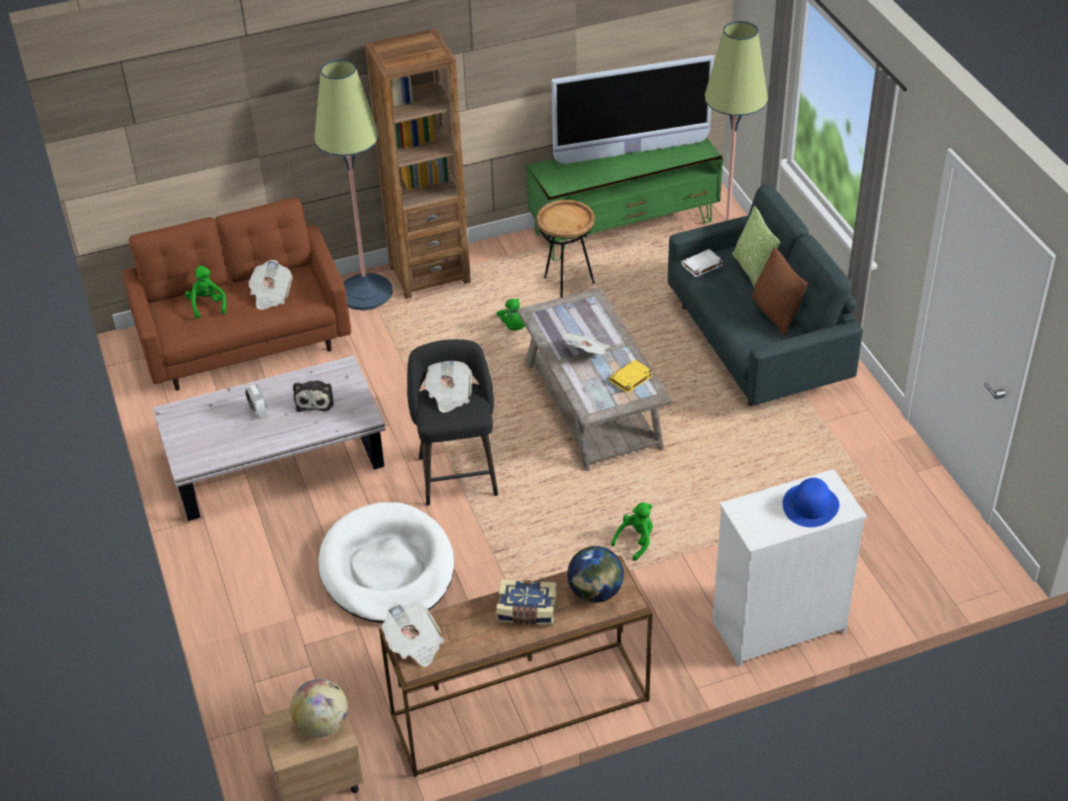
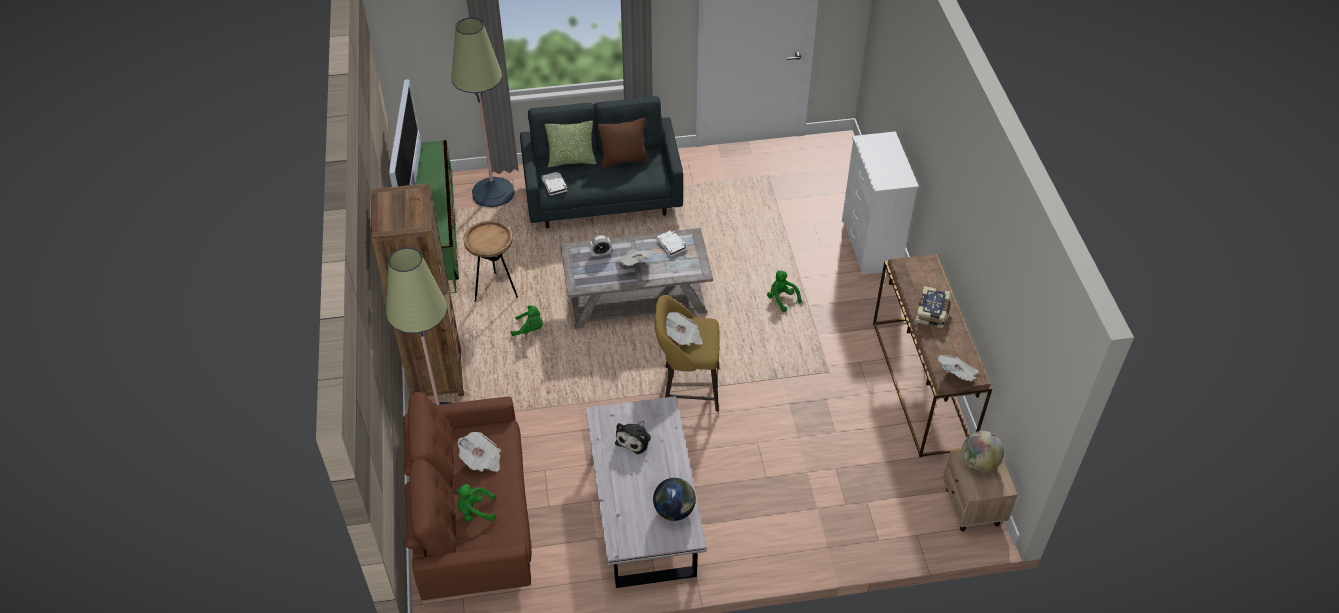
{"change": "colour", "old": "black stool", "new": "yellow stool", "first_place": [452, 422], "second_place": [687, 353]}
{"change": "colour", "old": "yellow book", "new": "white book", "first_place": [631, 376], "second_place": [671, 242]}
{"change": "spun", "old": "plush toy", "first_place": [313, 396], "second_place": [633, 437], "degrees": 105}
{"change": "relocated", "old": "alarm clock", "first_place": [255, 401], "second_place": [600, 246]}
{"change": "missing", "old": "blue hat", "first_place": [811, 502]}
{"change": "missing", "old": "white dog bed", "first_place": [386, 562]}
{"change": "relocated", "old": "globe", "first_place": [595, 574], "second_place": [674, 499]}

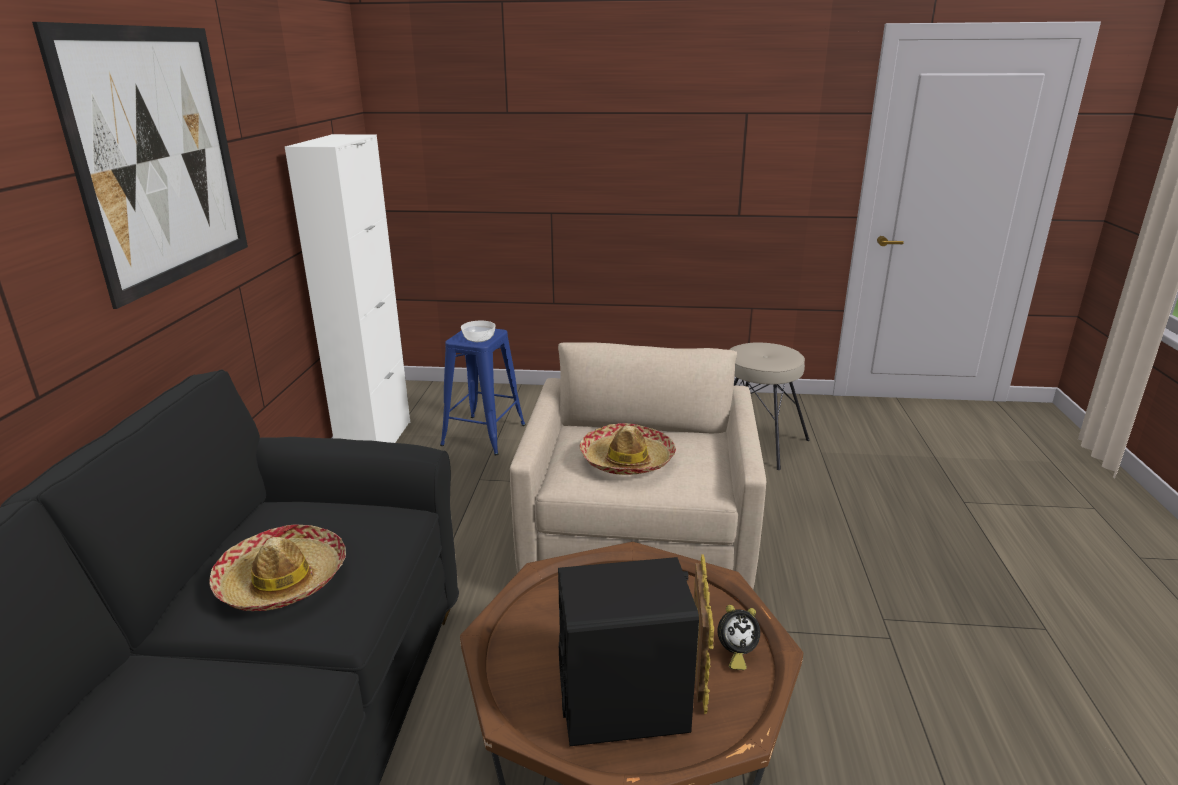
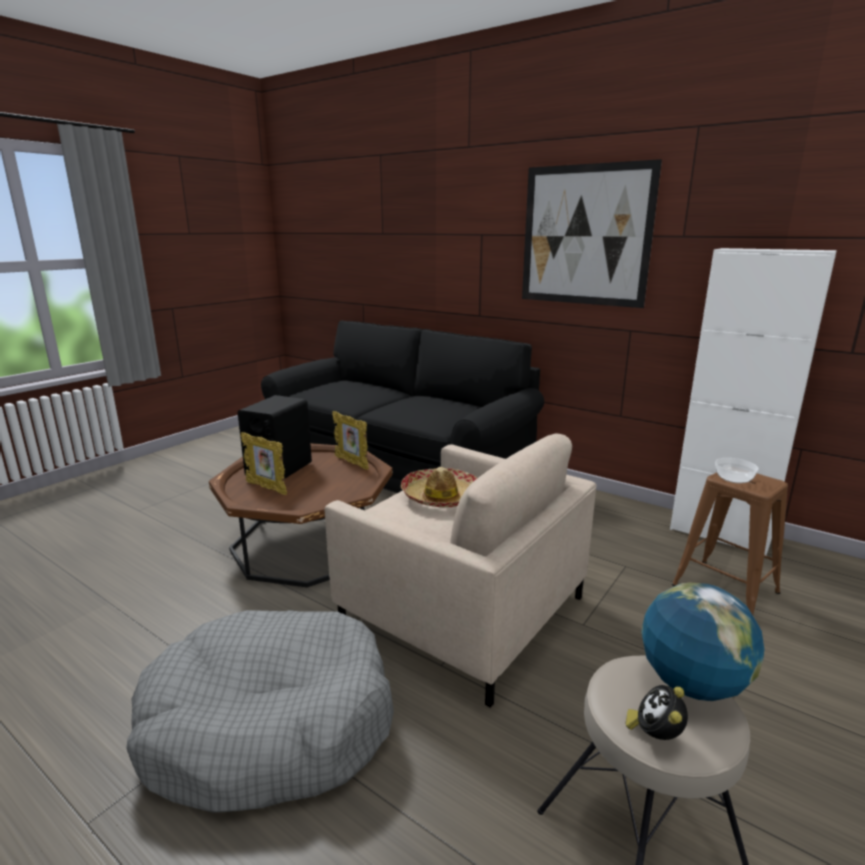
{"change": "colour", "old": "blue stool", "new": "brown stool", "first_place": [483, 392], "second_place": [730, 543]}
{"change": "missing", "old": "hat", "first_place": [277, 567]}
{"change": "relocated", "old": "alarm clock", "first_place": [739, 637], "second_place": [657, 712]}
{"change": "appeared", "new": "picture frame", "second_place": [350, 440]}
{"change": "appeared", "new": "globe", "second_place": [702, 642]}
{"change": "appeared", "new": "grey dog bed", "second_place": [260, 711]}

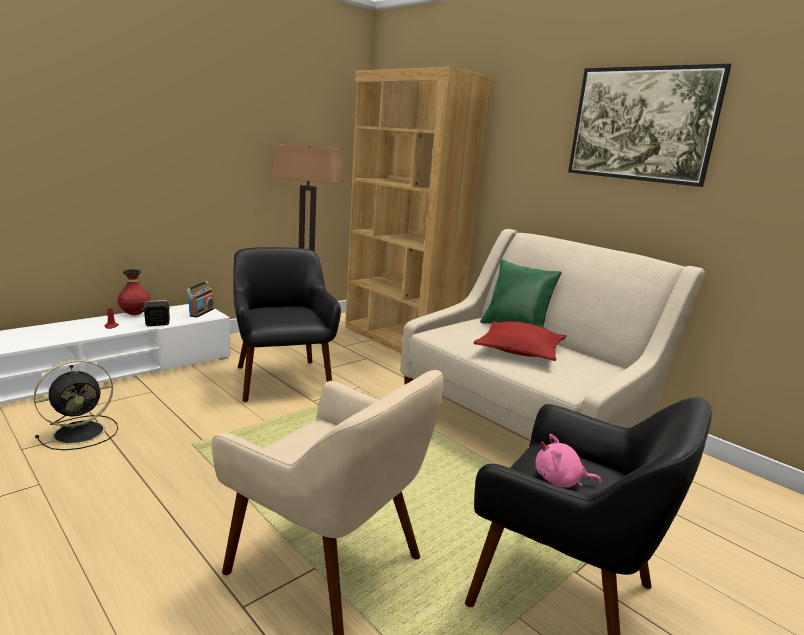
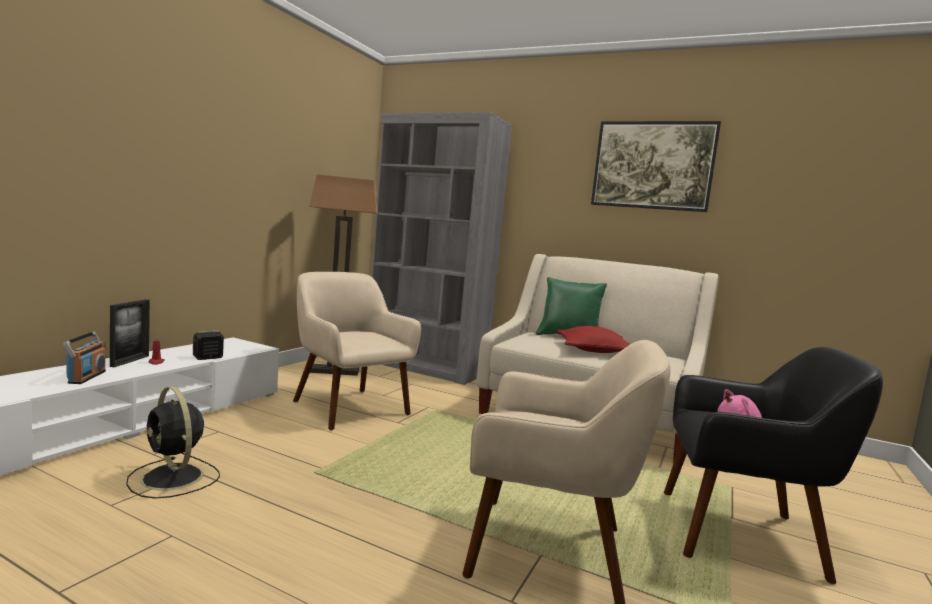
{"change": "colour", "old": "brown bookcase", "new": "grey bookcase", "first_place": [418, 210], "second_place": [441, 248]}
{"change": "colour", "old": "black armchair", "new": "beige armchair", "first_place": [287, 324], "second_place": [357, 351]}
{"change": "missing", "old": "red vase", "first_place": [133, 292]}
{"change": "relocated", "old": "radio", "first_place": [200, 299], "second_place": [84, 358]}
{"change": "spun", "old": "black fan", "first_place": [76, 405], "second_place": [173, 442], "degrees": 105}
{"change": "appeared", "new": "picture frame", "second_place": [130, 333]}

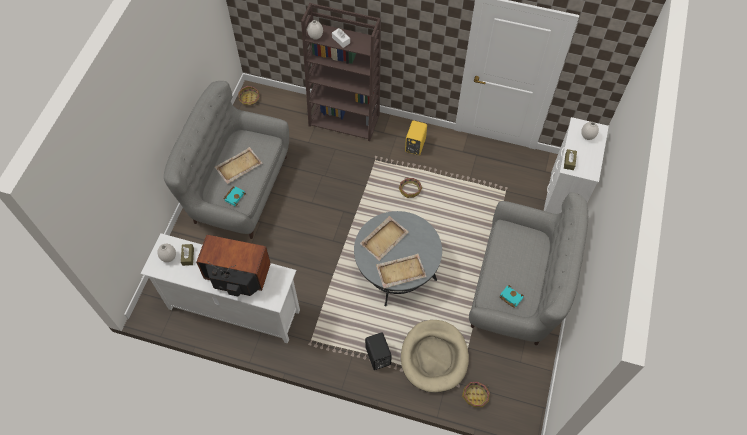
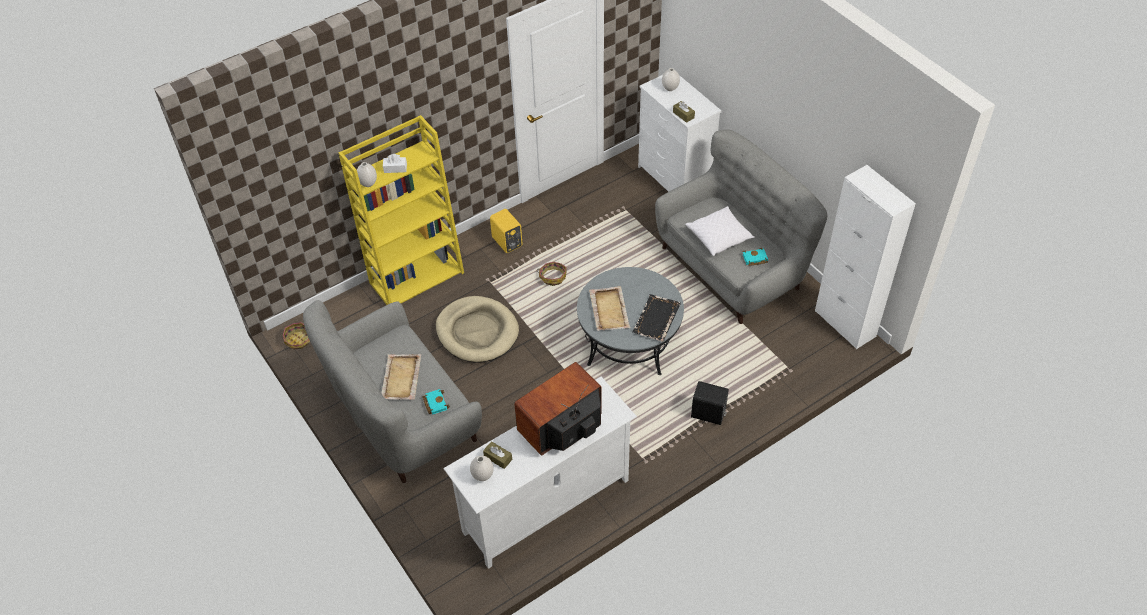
{"change": "colour", "old": "brown bookcase", "new": "yellow bookcase", "first_place": [341, 72], "second_place": [401, 210]}
{"change": "colour", "old": "beige tray", "new": "black tray", "first_place": [401, 270], "second_place": [656, 318]}
{"change": "relocated", "old": "beige dog bed", "first_place": [435, 356], "second_place": [477, 329]}
{"change": "missing", "old": "basket", "first_place": [476, 394]}
{"change": "appeared", "new": "white cabinet", "second_place": [865, 257]}
{"change": "appeared", "new": "white pillow", "second_place": [719, 231]}

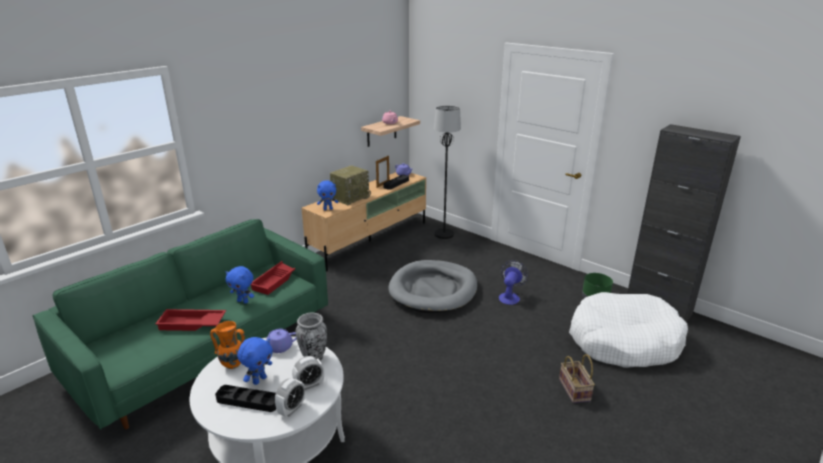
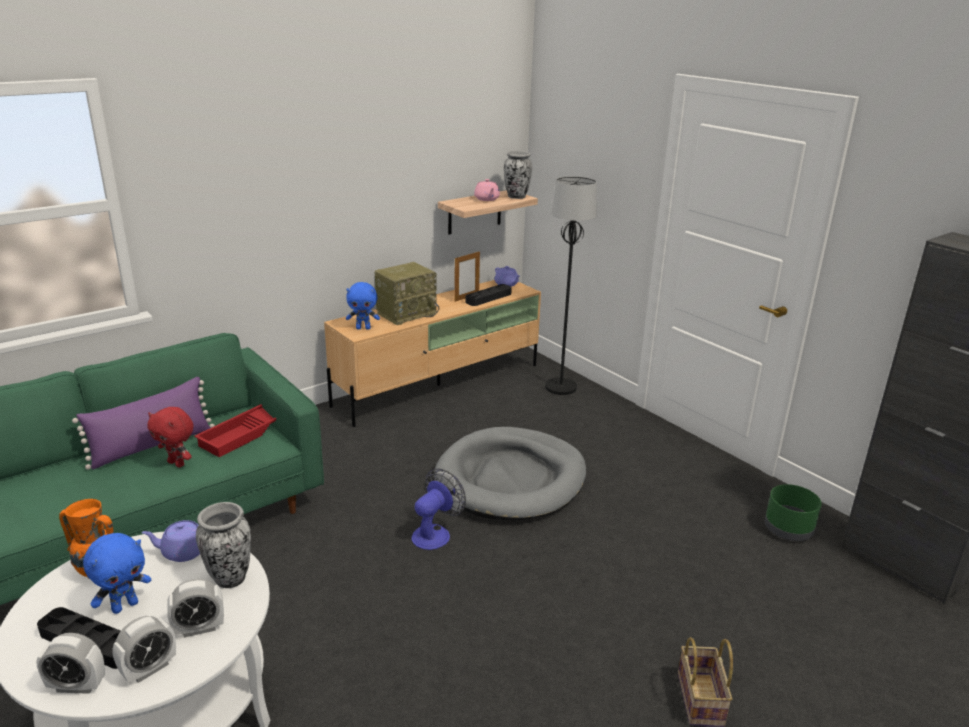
{"change": "relocated", "old": "fan", "first_place": [514, 282], "second_place": [438, 509]}
{"change": "colour", "old": "blue plush toy", "new": "red plush toy", "first_place": [239, 285], "second_place": [170, 437]}
{"change": "missing", "old": "white dog bed", "first_place": [628, 330]}
{"change": "missing", "old": "red tray", "first_place": [190, 320]}
{"change": "appeared", "new": "vase", "second_place": [518, 175]}
{"change": "appeared", "new": "purple pillow", "second_place": [143, 423]}
{"change": "appeared", "new": "alarm clock", "second_place": [70, 663]}

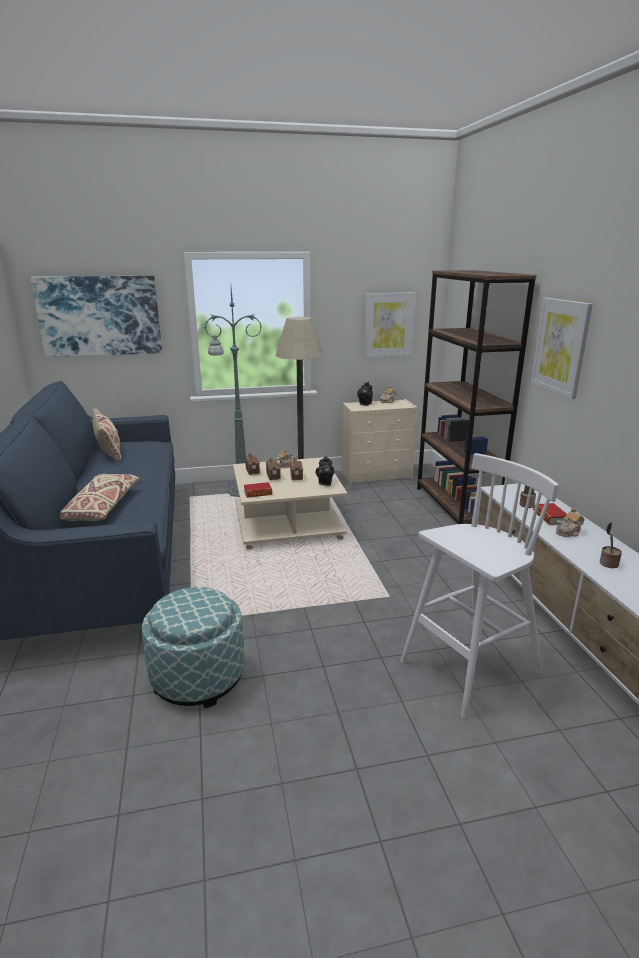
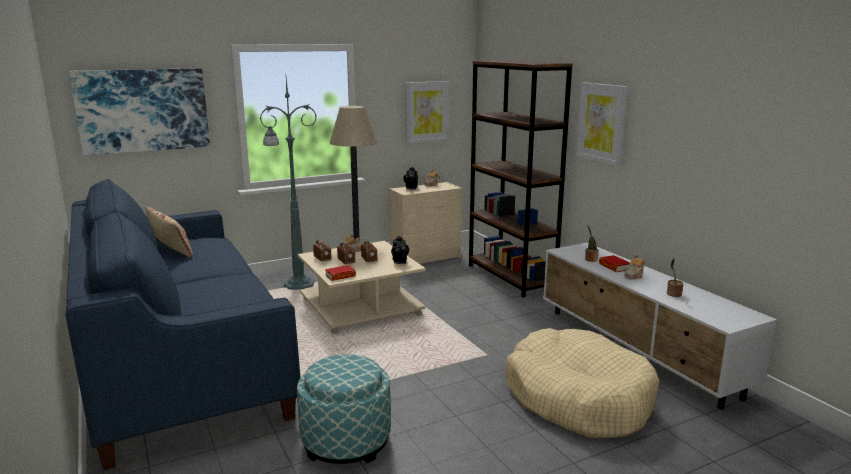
{"change": "exchanged", "old": "white stool", "new": "beige dog bed", "first_place": [479, 585], "second_place": [582, 383]}
{"change": "missing", "old": "beige pillow", "first_place": [100, 497]}

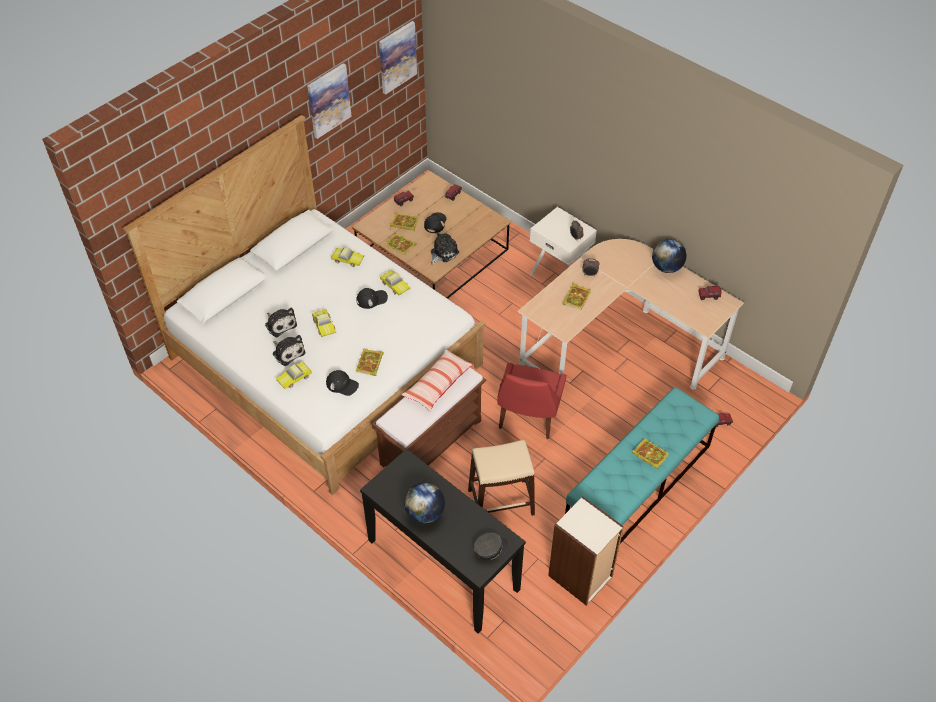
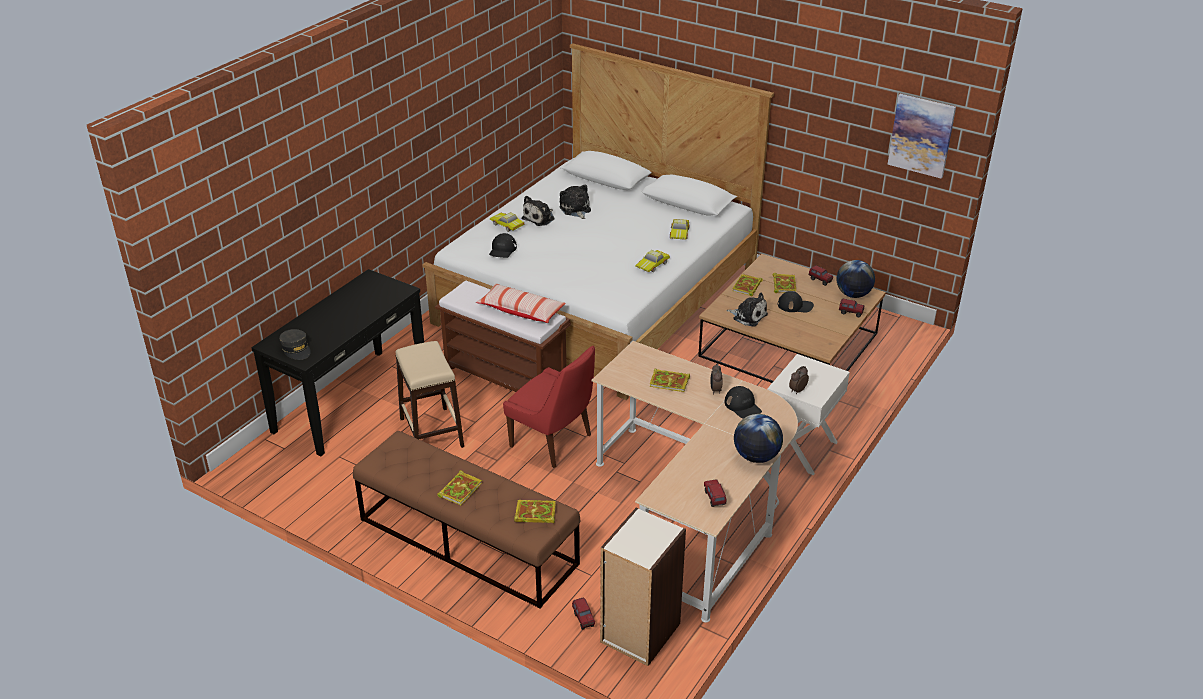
{"change": "missing", "old": "picture", "first_place": [329, 101]}
{"change": "relocated", "old": "black cap", "first_place": [372, 298], "second_place": [743, 402]}
{"change": "spun", "old": "plush toy", "first_place": [281, 323], "second_place": [575, 201], "degrees": 120}
{"change": "missing", "old": "toy car", "first_place": [324, 323]}
{"change": "relocated", "old": "book", "first_place": [370, 362], "second_place": [535, 511]}
{"change": "spun", "old": "red chair", "first_place": [532, 401], "second_place": [549, 407], "degrees": -150}
{"change": "colour", "old": "turquoise bench", "new": "brown bench", "first_place": [642, 465], "second_place": [466, 520]}
{"change": "relocated", "old": "globe", "first_place": [424, 502], "second_place": [855, 279]}
{"change": "relocated", "old": "bookcase", "first_place": [586, 551], "second_place": [643, 586]}

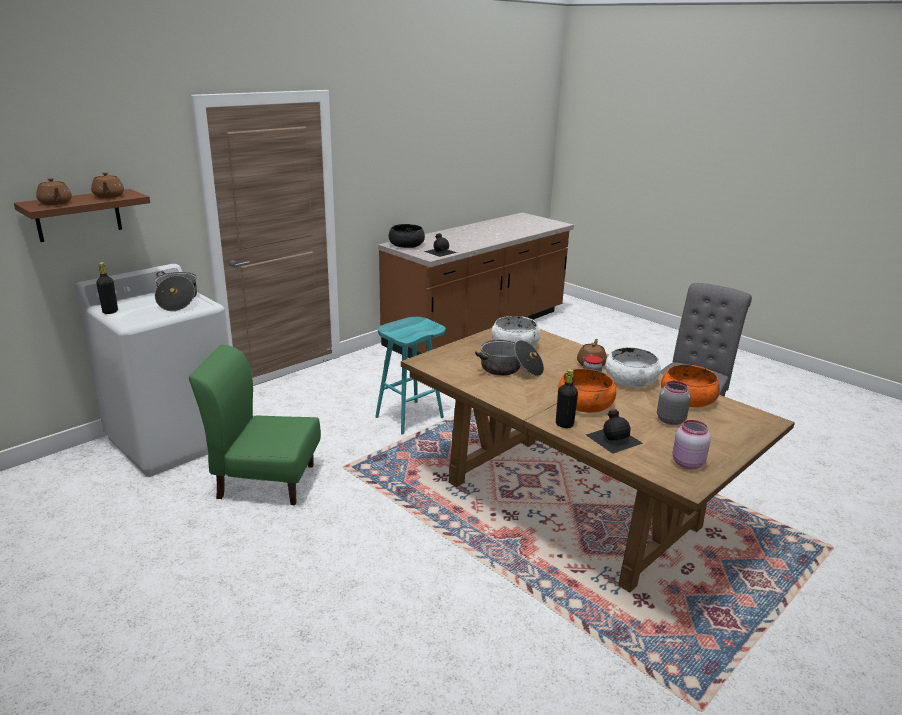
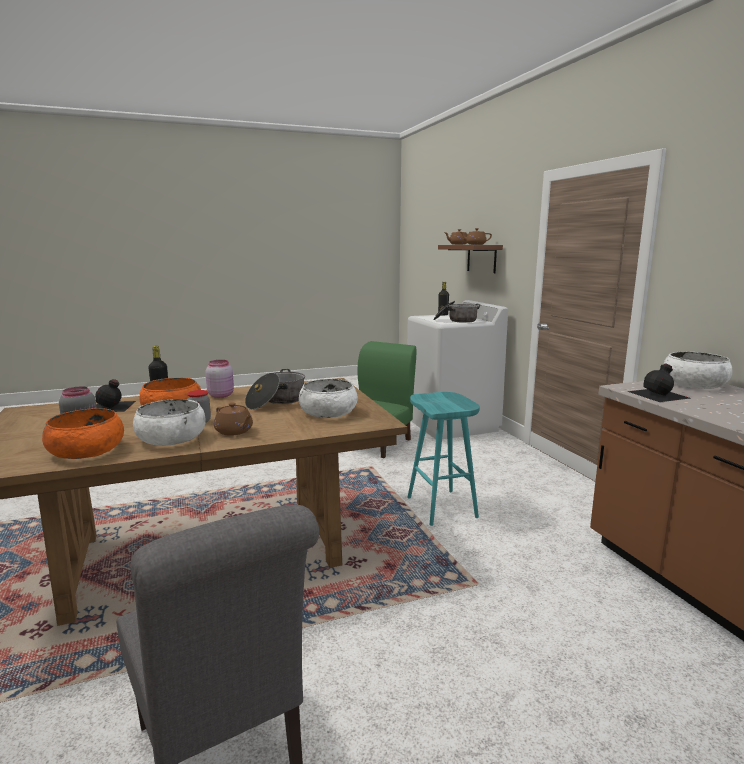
{"change": "colour", "old": "black bowl", "new": "white bowl", "first_place": [407, 236], "second_place": [698, 370]}
{"change": "relocated", "old": "pink jar", "first_place": [692, 444], "second_place": [219, 379]}

